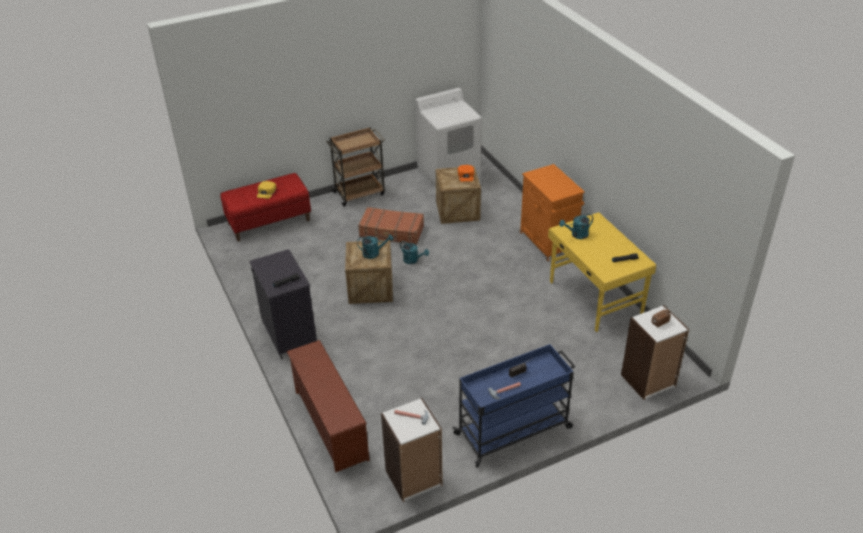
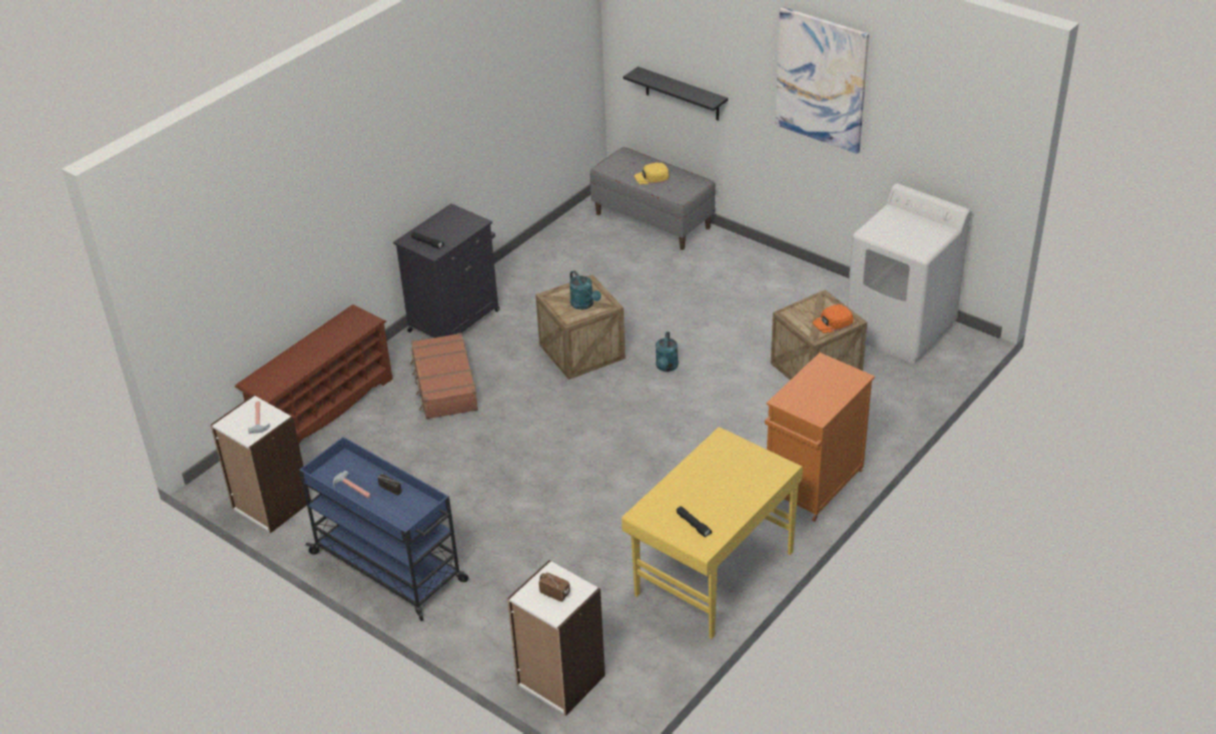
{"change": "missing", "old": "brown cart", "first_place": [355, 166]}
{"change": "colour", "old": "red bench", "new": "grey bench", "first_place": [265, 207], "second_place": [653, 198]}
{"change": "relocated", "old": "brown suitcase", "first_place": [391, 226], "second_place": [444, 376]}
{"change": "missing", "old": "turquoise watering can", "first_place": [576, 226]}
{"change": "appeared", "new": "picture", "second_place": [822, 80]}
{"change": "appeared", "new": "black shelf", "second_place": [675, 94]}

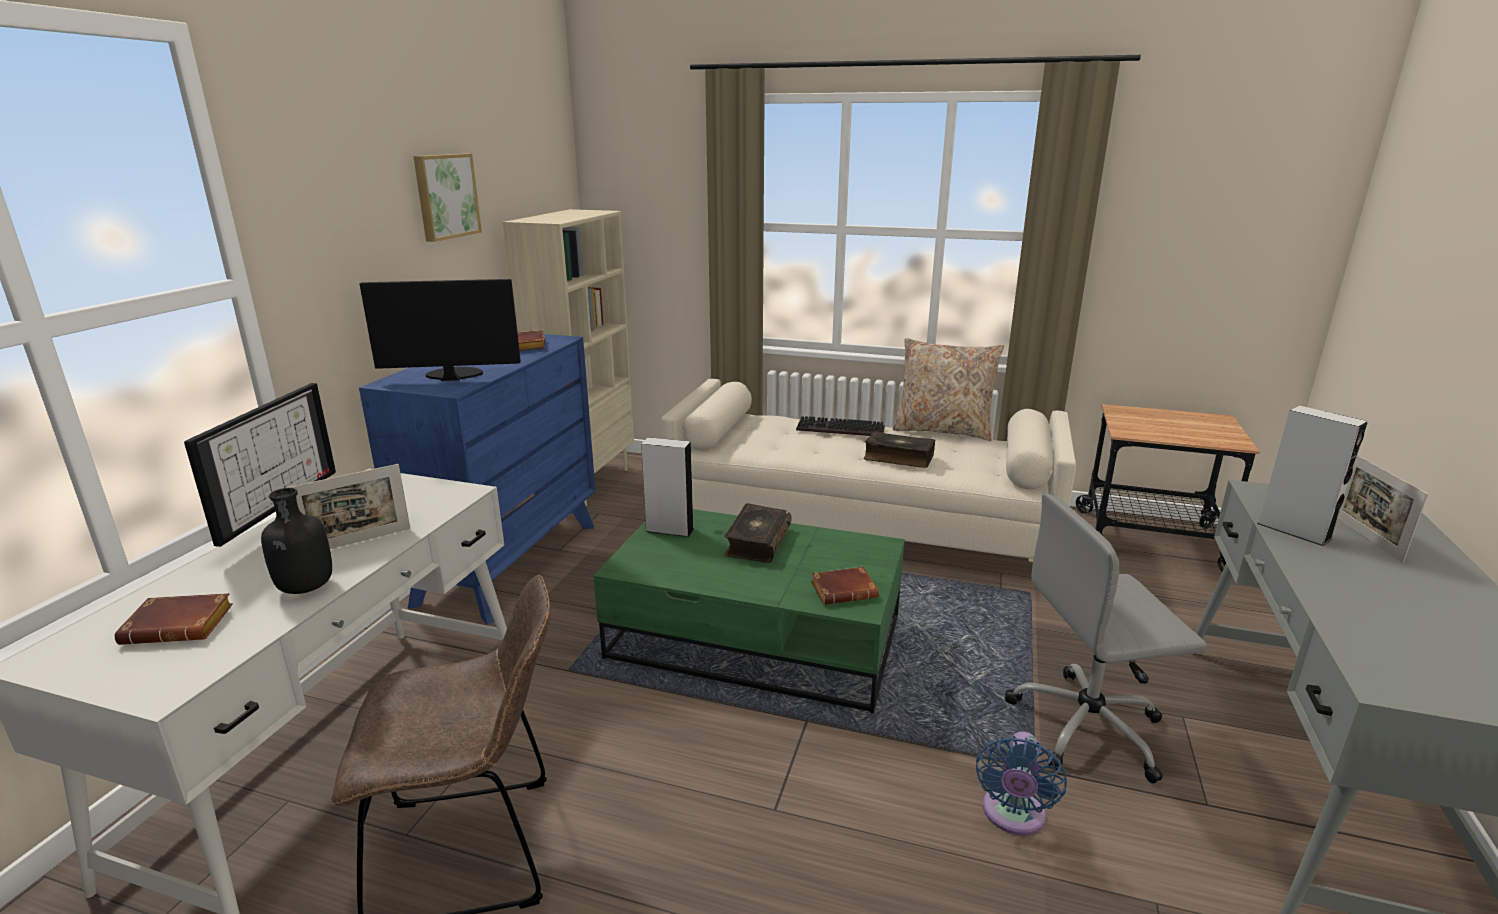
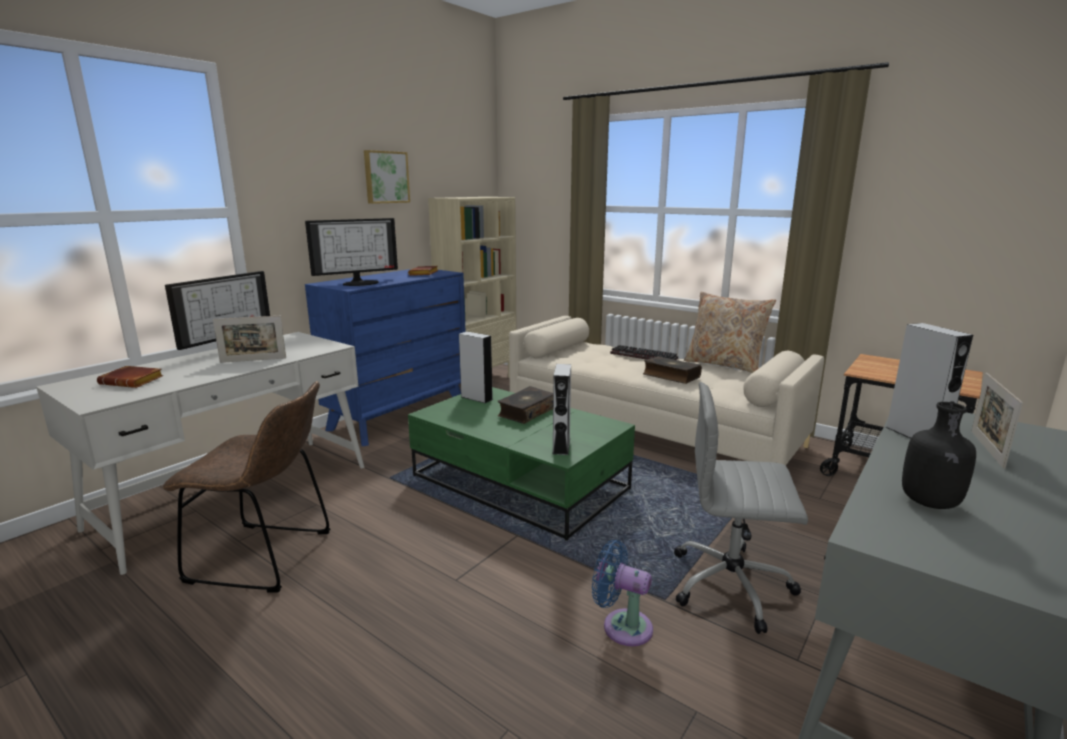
{"change": "spun", "old": "monitor", "first_place": [440, 330], "second_place": [351, 252], "degrees": 135}
{"change": "relocated", "old": "black bottle", "first_place": [296, 541], "second_place": [939, 455]}
{"change": "exchanged", "old": "brown book", "new": "grey speaker", "first_place": [845, 586], "second_place": [561, 409]}
{"change": "spun", "old": "blue fan", "first_place": [1021, 783], "second_place": [622, 593], "degrees": 75}

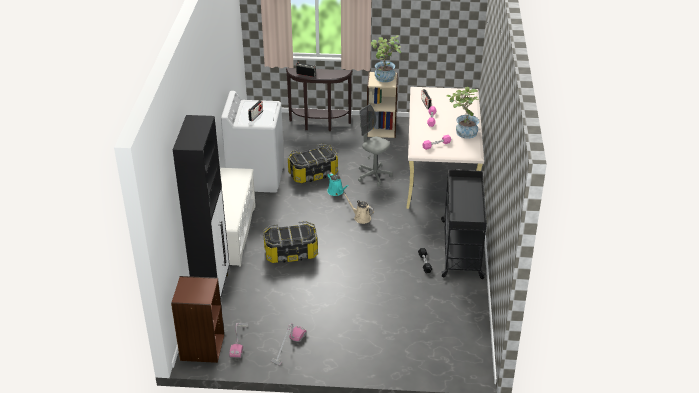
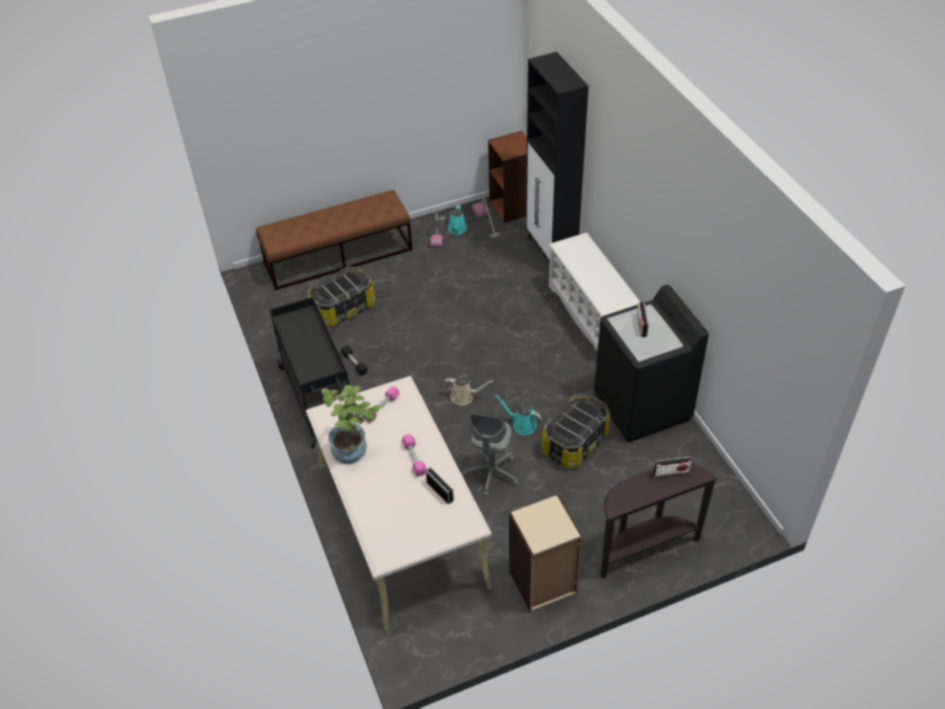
{"change": "missing", "old": "potted plant", "first_place": [386, 58]}
{"change": "colour", "old": "white washing machine", "new": "black washing machine", "first_place": [252, 142], "second_place": [651, 363]}
{"change": "spun", "old": "grey office chair", "first_place": [375, 145], "second_place": [490, 454], "degrees": 90}
{"change": "relocated", "old": "storage box", "first_place": [290, 242], "second_place": [341, 296]}
{"change": "appeared", "new": "brown bench", "second_place": [334, 240]}
{"change": "appeared", "new": "turquoise watering can", "second_place": [457, 219]}

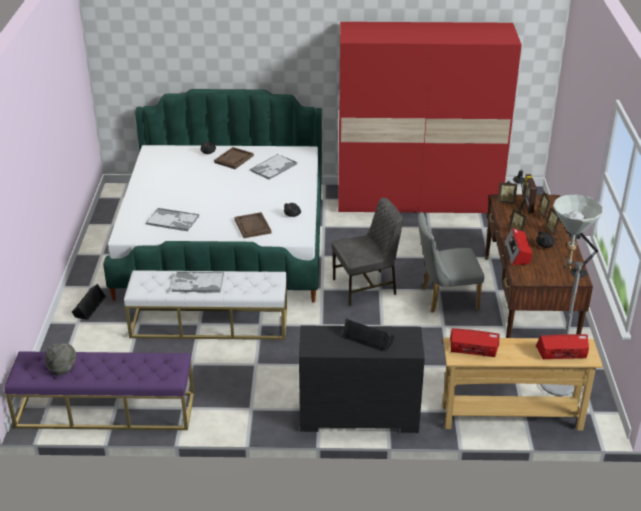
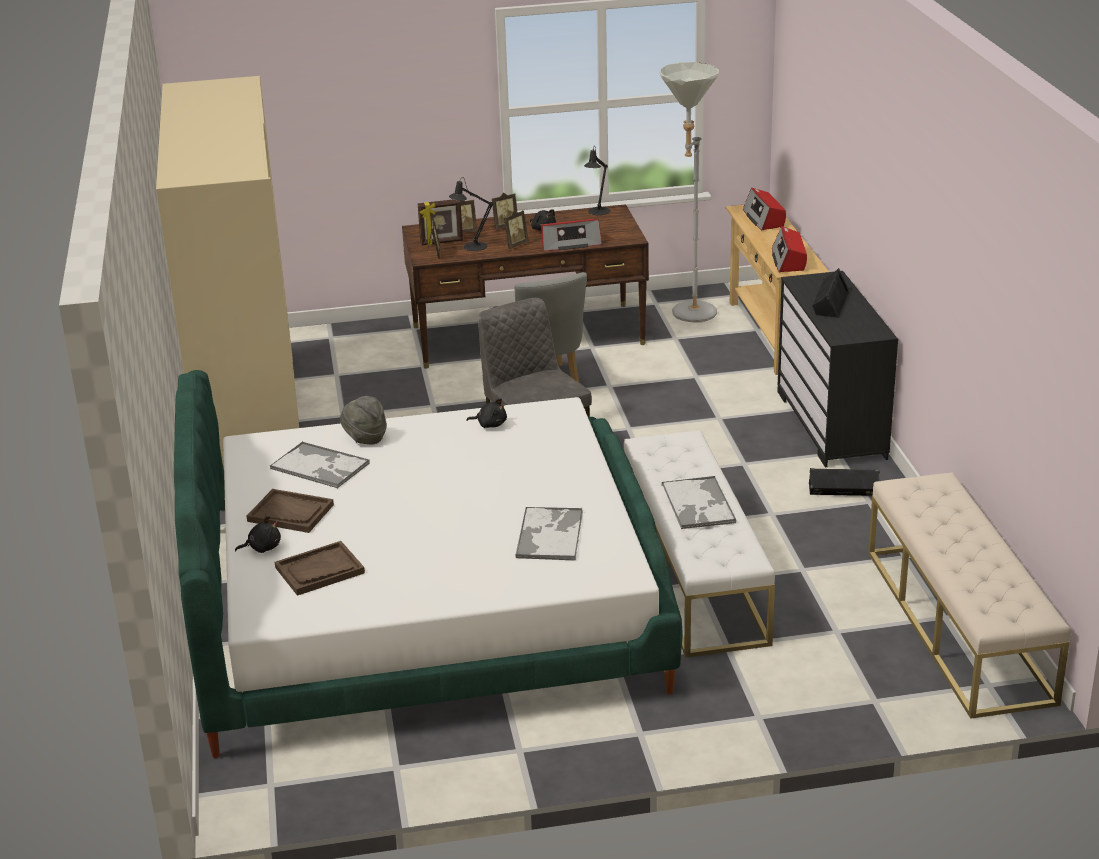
{"change": "colour", "old": "red wardrobe", "new": "beige wardrobe", "first_place": [430, 117], "second_place": [227, 272]}
{"change": "relocated", "old": "brown tray", "first_place": [253, 225], "second_place": [320, 568]}
{"change": "relocated", "old": "black speaker", "first_place": [89, 301], "second_place": [844, 482]}
{"change": "relocated", "old": "grey hat", "first_place": [60, 359], "second_place": [363, 420]}
{"change": "colour", "old": "purple bench", "new": "beige bench", "first_place": [99, 390], "second_place": [969, 595]}

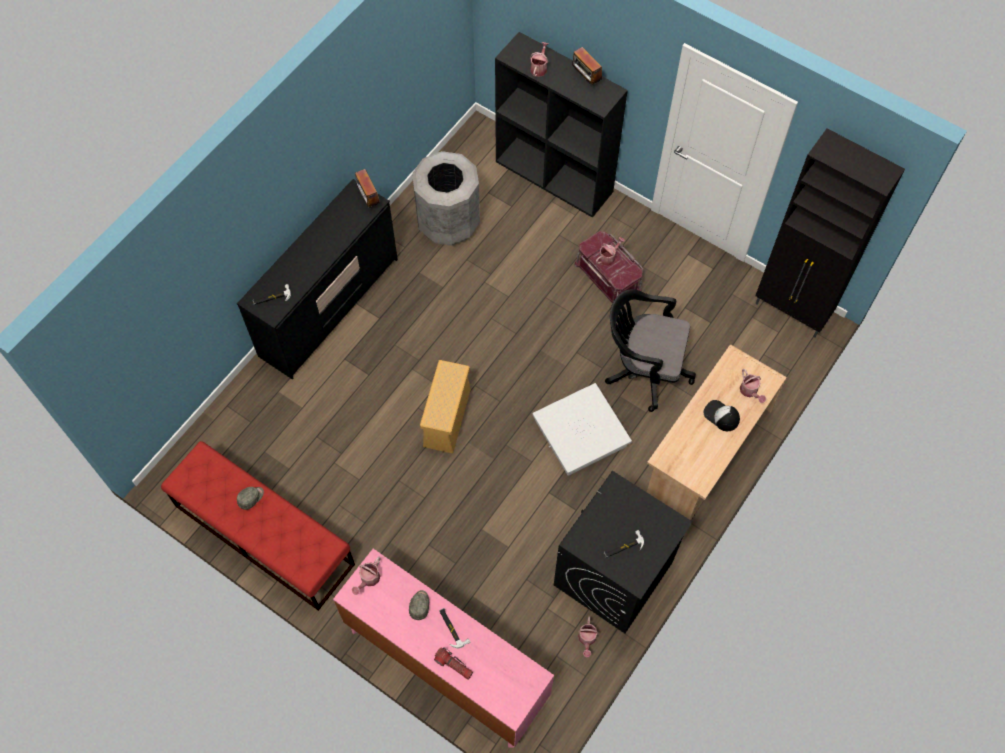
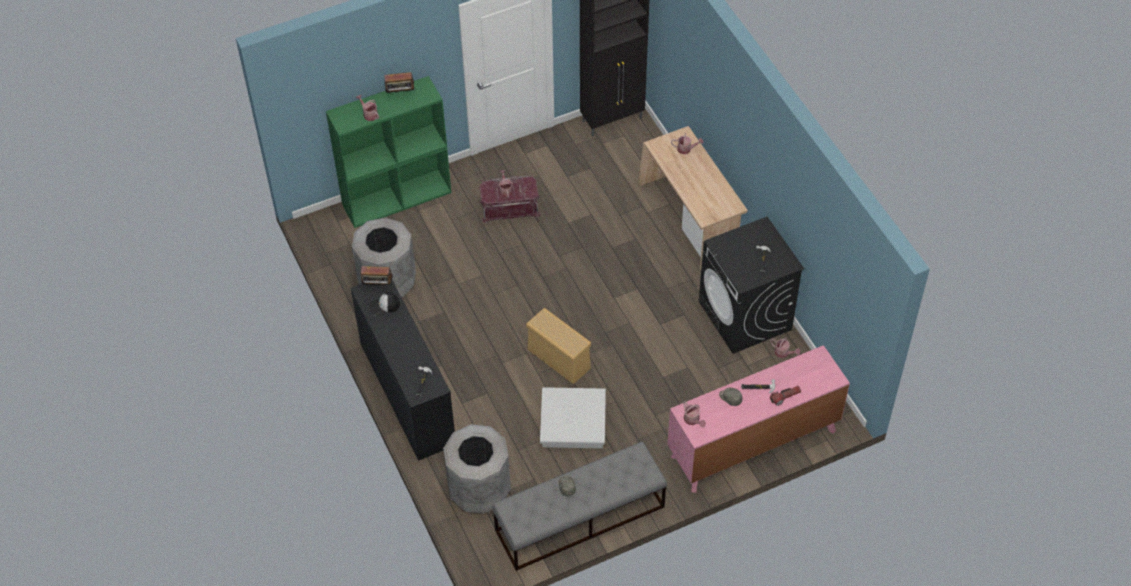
{"change": "colour", "old": "black bookcase", "new": "green bookcase", "first_place": [561, 125], "second_place": [388, 152]}
{"change": "missing", "old": "black office chair", "first_place": [650, 350]}
{"change": "relocated", "old": "white storage box", "first_place": [582, 429], "second_place": [573, 417]}
{"change": "relocated", "old": "cap", "first_place": [721, 415], "second_place": [384, 304]}
{"change": "colour", "old": "red bench", "new": "grey bench", "first_place": [258, 526], "second_place": [579, 506]}
{"change": "appeared", "new": "grey trash can", "second_place": [477, 469]}

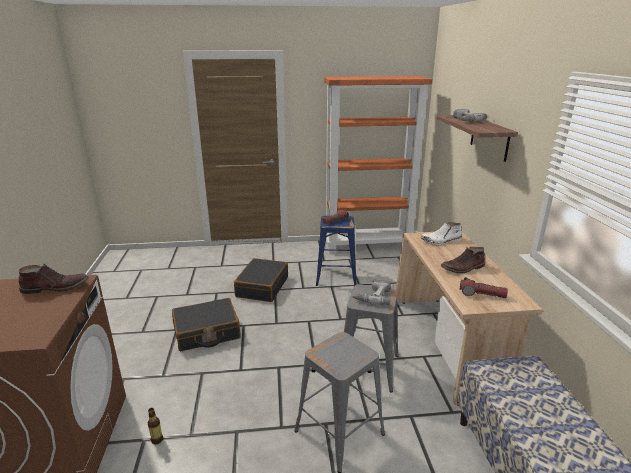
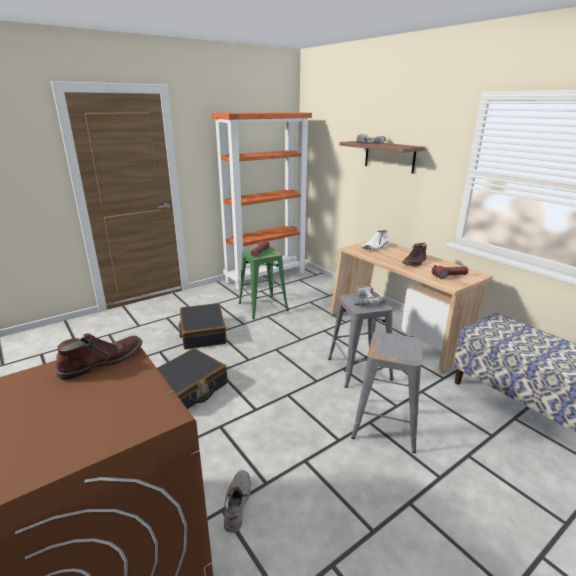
{"change": "colour", "old": "blue stool", "new": "green stool", "first_place": [336, 251], "second_place": [264, 283]}
{"change": "exchanged", "old": "bottle", "new": "grey boot", "first_place": [155, 426], "second_place": [237, 501]}

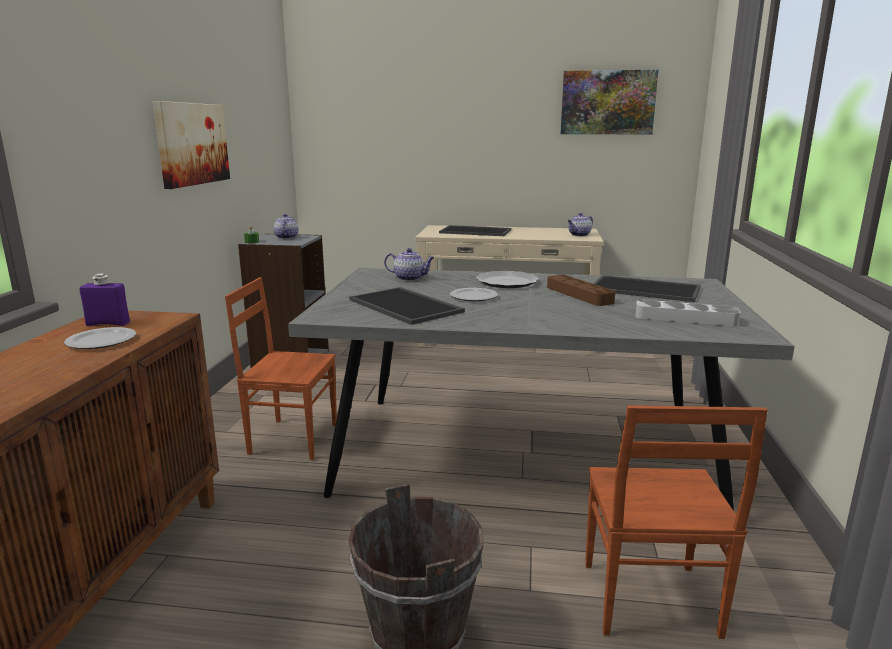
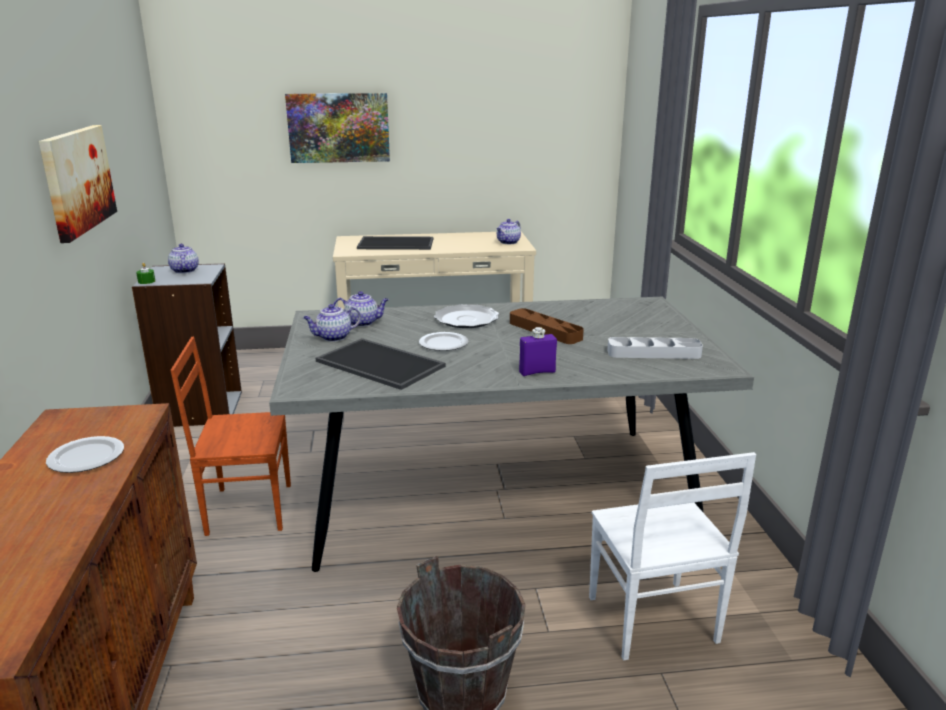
{"change": "relocated", "old": "picture", "first_place": [609, 102], "second_place": [337, 128]}
{"change": "relocated", "old": "purple bottle", "first_place": [104, 300], "second_place": [538, 351]}
{"change": "missing", "old": "tray", "first_place": [646, 288]}
{"change": "colour", "old": "brown chair", "new": "white chair", "first_place": [676, 522], "second_place": [673, 556]}
{"change": "appeared", "new": "teapot", "second_place": [332, 323]}

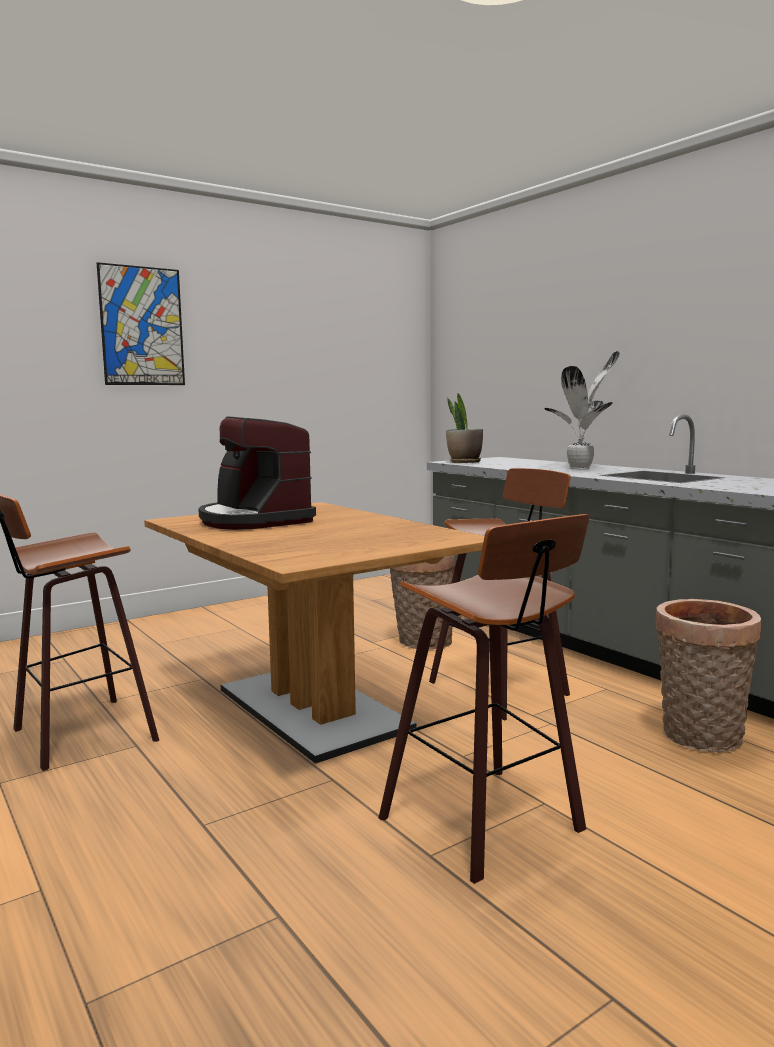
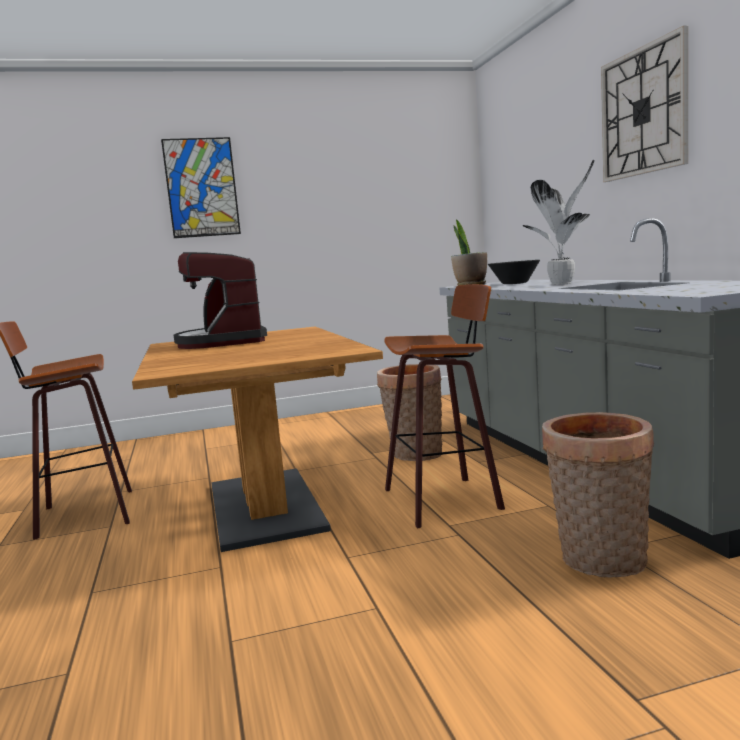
{"change": "missing", "old": "stool", "first_place": [484, 699]}
{"change": "appeared", "new": "wall clock", "second_place": [644, 104]}
{"change": "appeared", "new": "black bowl", "second_place": [514, 272]}

